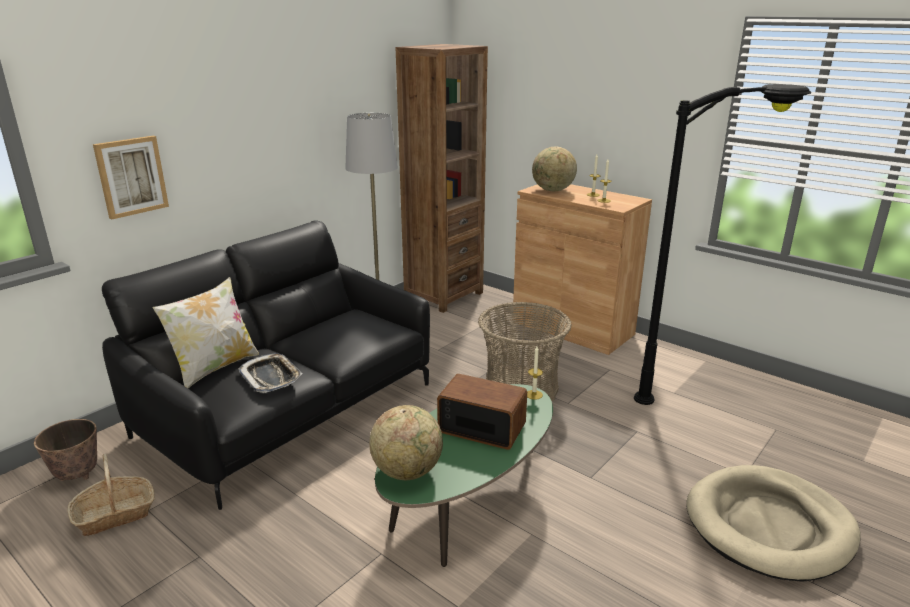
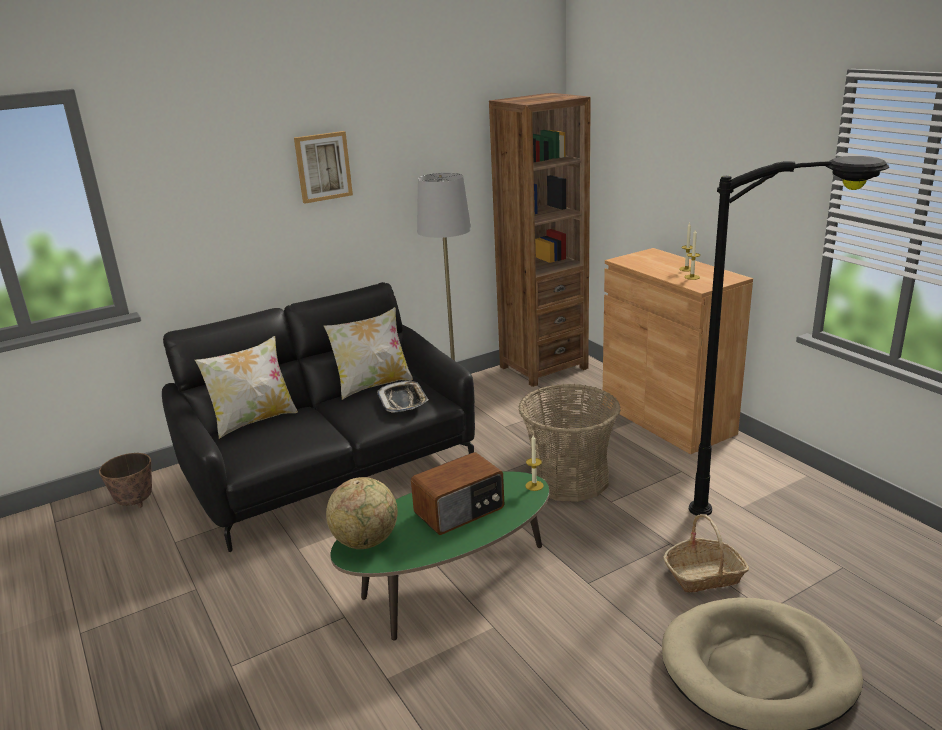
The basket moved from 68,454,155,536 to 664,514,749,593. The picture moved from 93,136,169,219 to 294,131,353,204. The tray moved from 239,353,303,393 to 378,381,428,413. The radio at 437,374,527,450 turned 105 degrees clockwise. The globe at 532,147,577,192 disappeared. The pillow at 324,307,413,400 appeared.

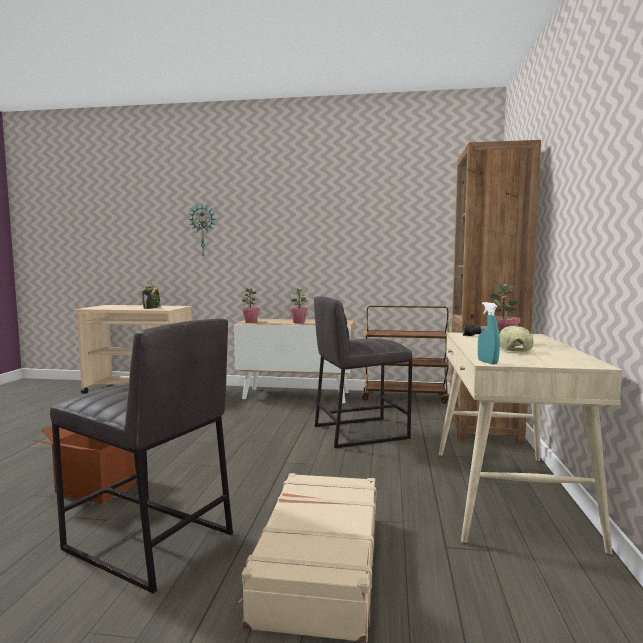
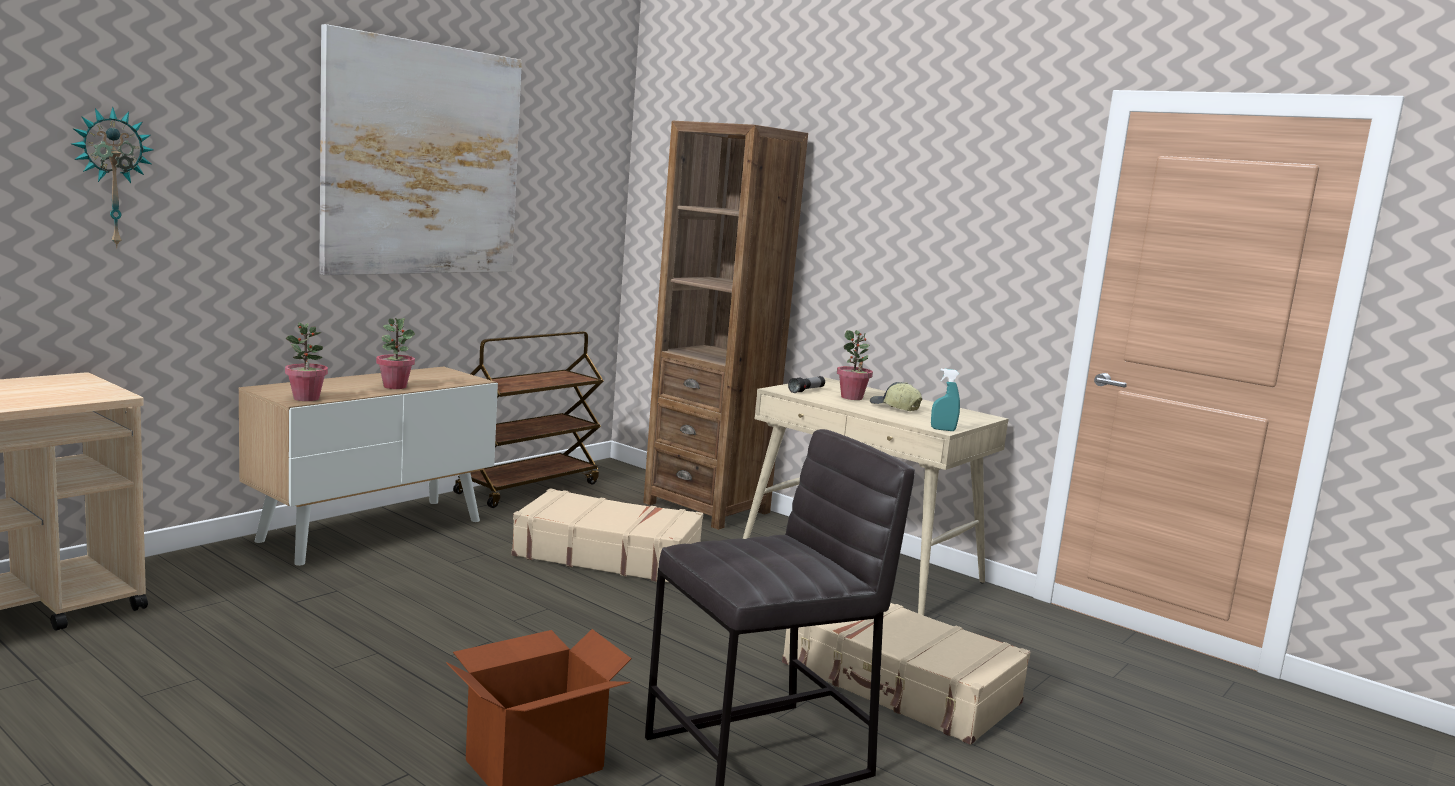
The jar at 141,286,161,309 disappeared. The grey stool at 314,296,412,448 was replaced by the beige suitcase at 511,488,703,582. The picture at 319,24,522,275 appeared.

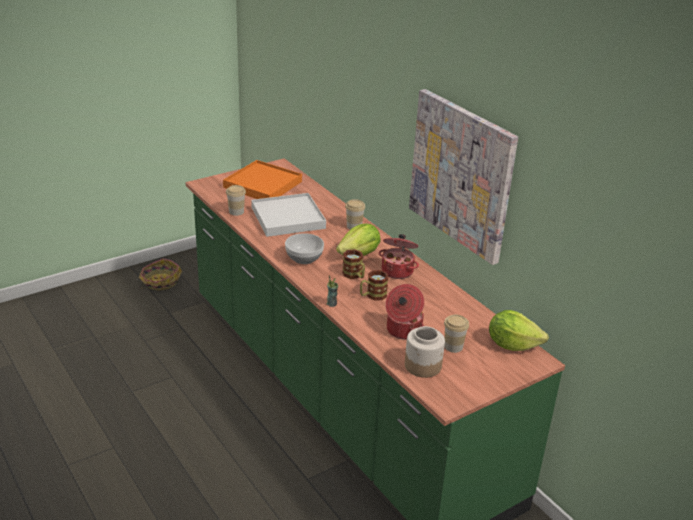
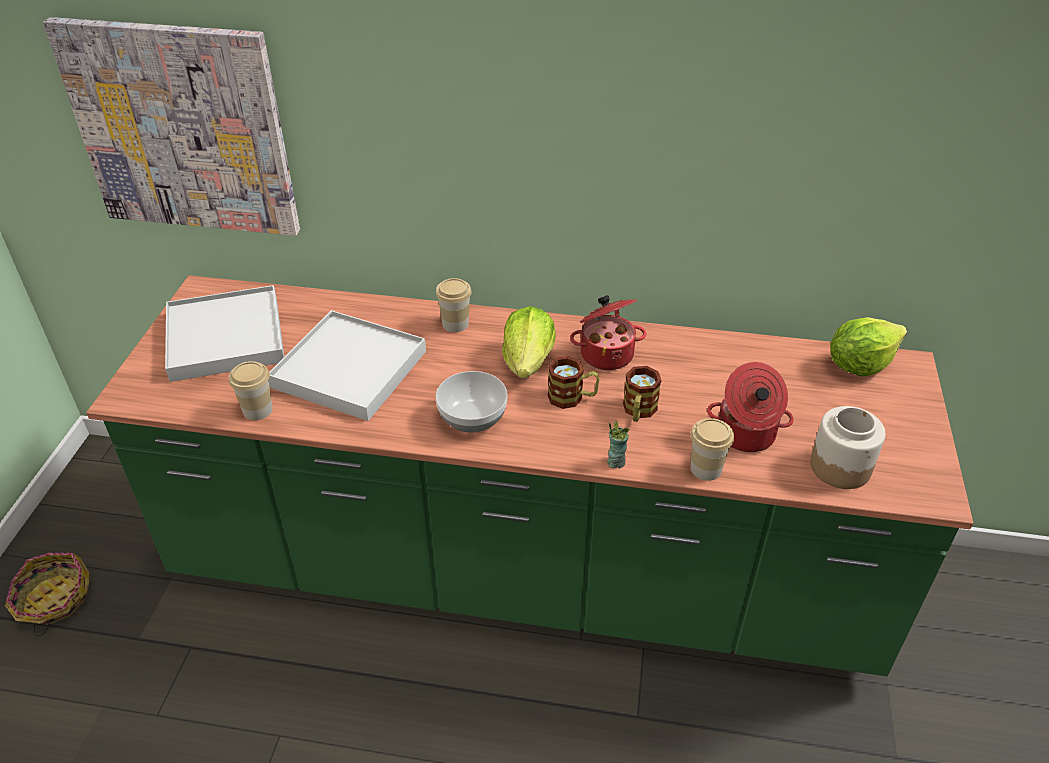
The orange tray at 223,160,302,199 became the white tray at 165,285,284,382. The picture moved from 409,89,518,265 to 43,17,300,236. The cup moved from 444,314,469,353 to 691,418,734,481.

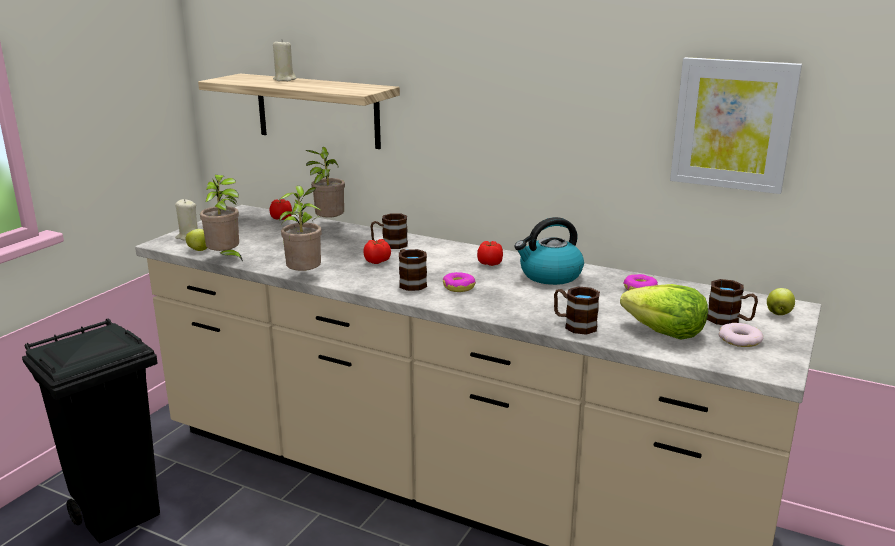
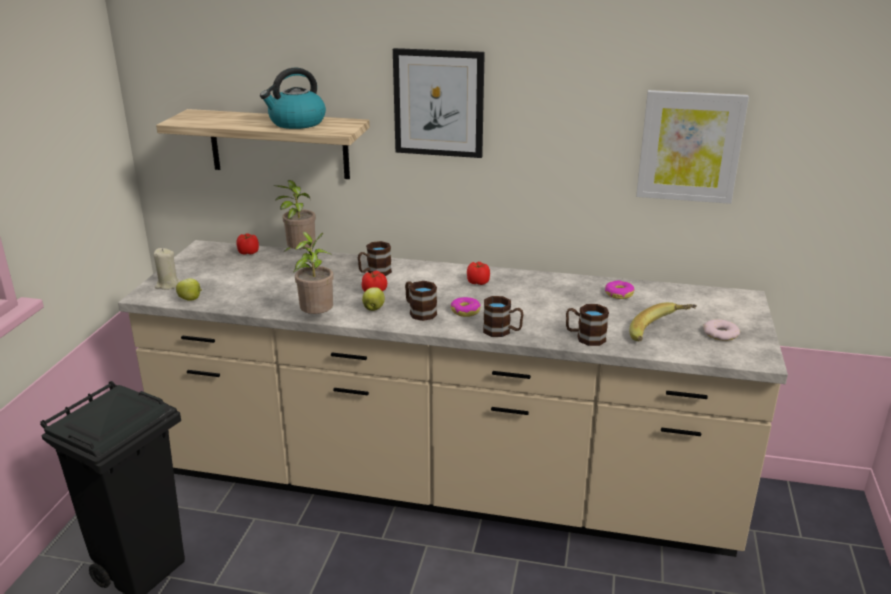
The potted plant at 200,175,243,262 disappeared. The beige candle at 273,40,296,81 disappeared. The kettle moved from 514,217,584,285 to 260,68,326,129. The lettuce at 620,284,708,340 was replaced by the banana at 630,302,697,341. The brown mug moved from 707,279,758,325 to 483,296,524,337. The apple moved from 767,288,795,315 to 362,287,385,311. The picture at 393,48,485,158 appeared.

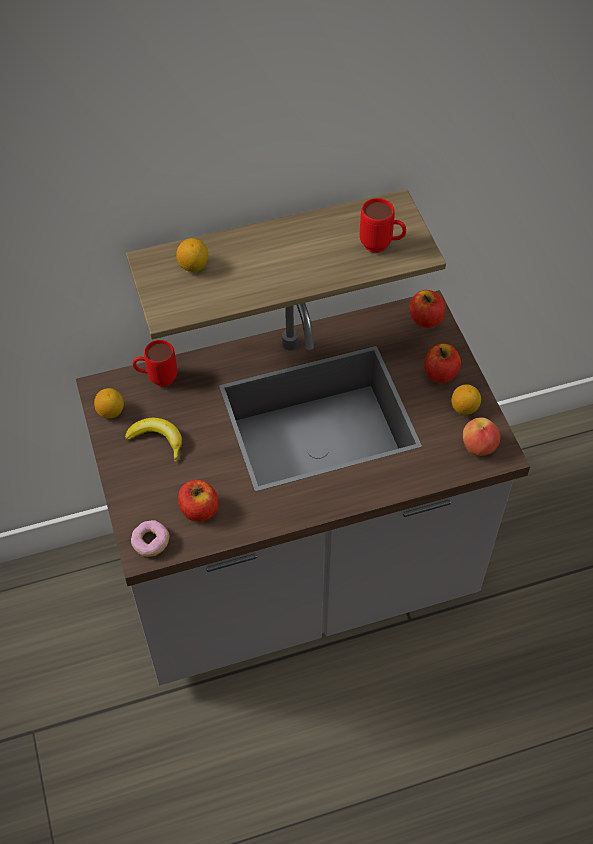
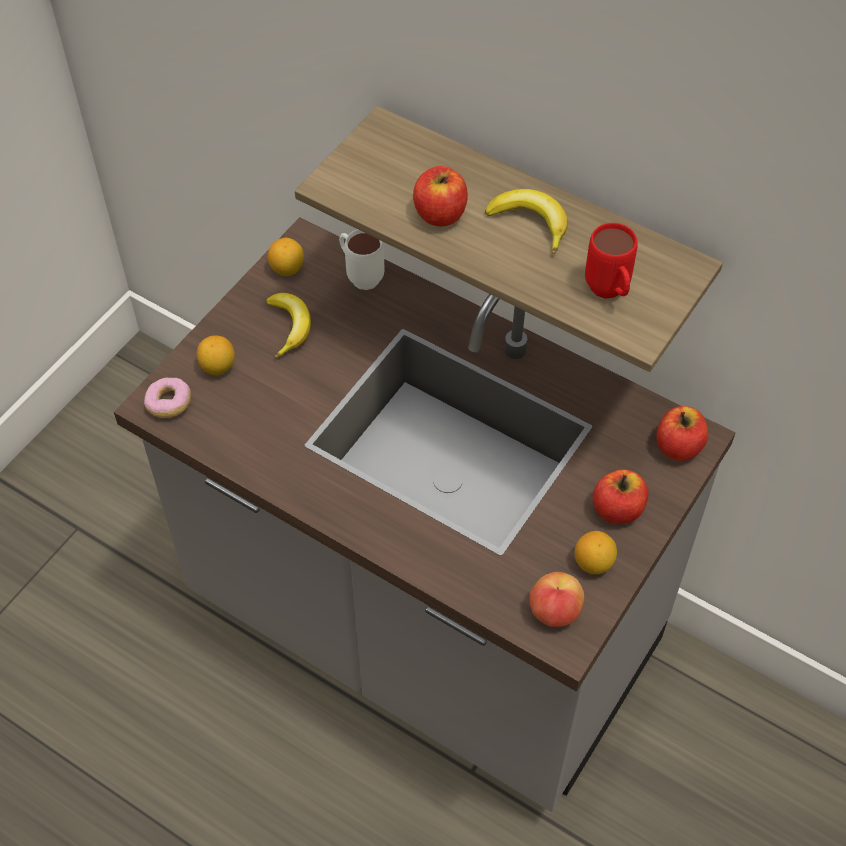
The red mug at 133,340,177,387 became the white mug at 339,229,384,290. The lemon moved from 176,238,208,272 to 197,335,235,375. The apple moved from 178,480,219,522 to 413,166,468,226. The banana at 485,189,568,254 appeared.

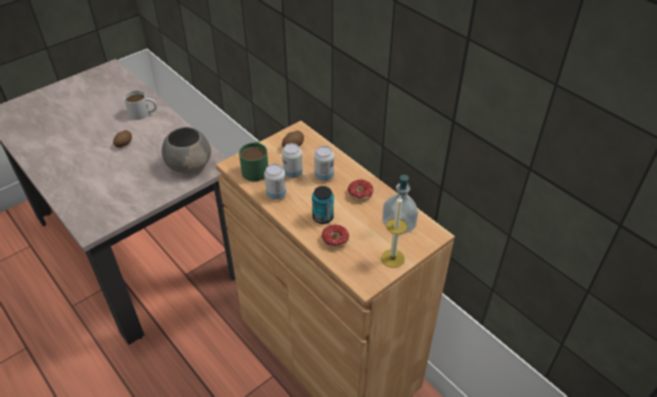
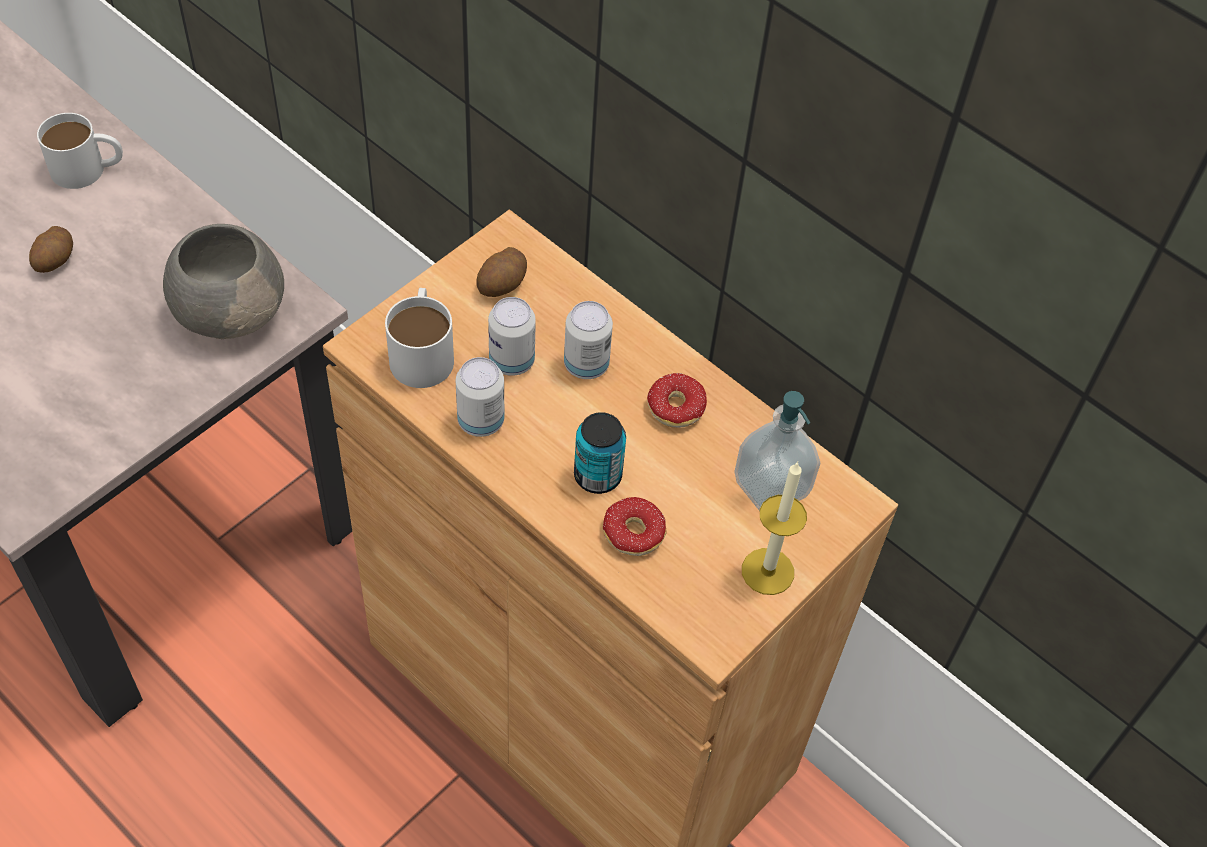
The green mug at 239,141,268,181 became the white mug at 385,288,454,388.

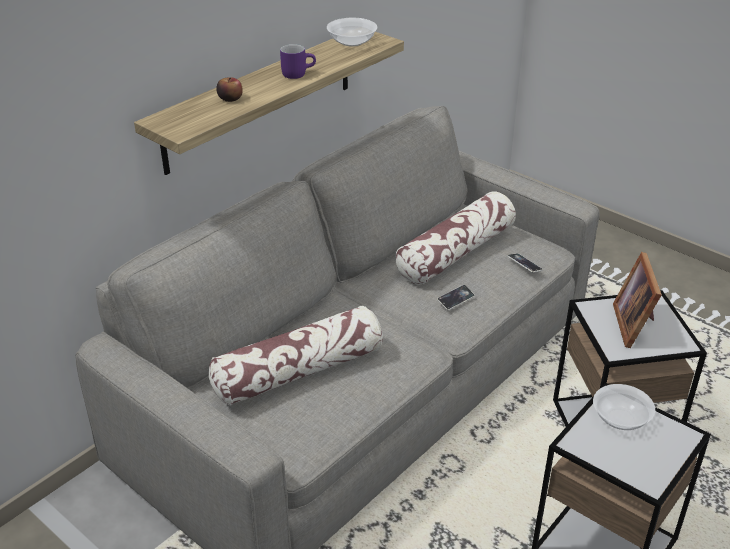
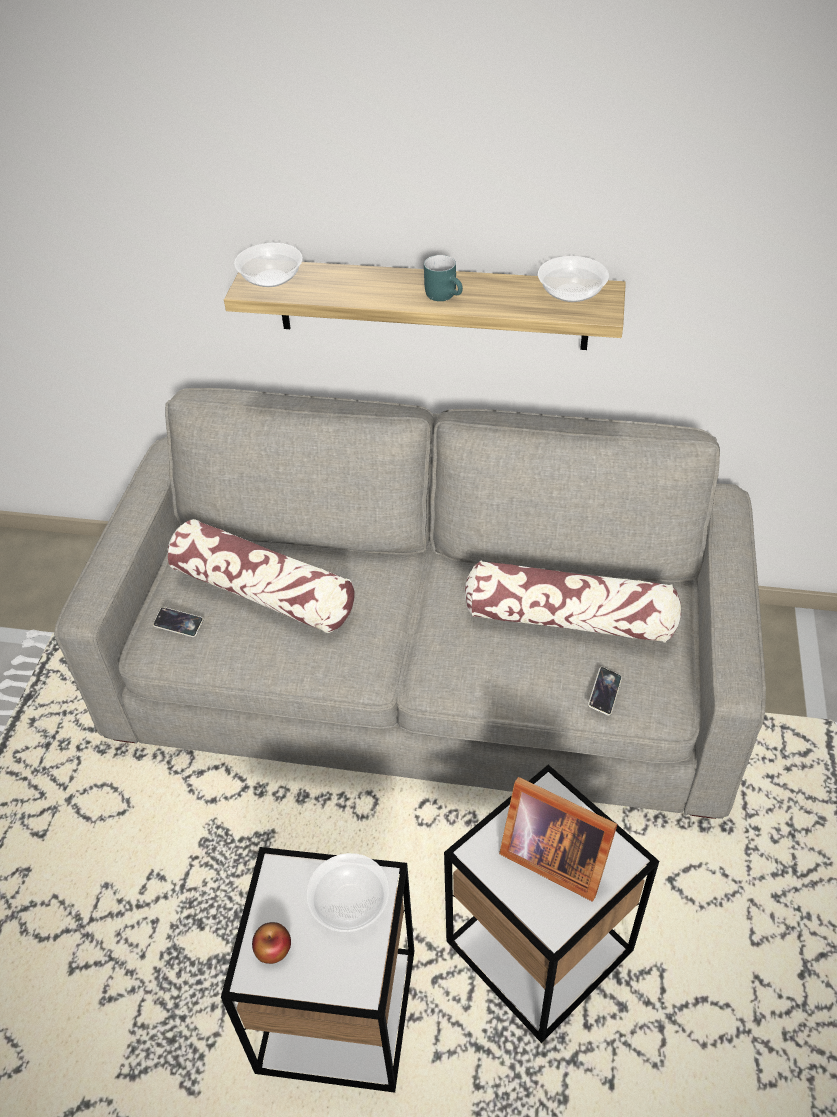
The apple moved from 216,77,243,102 to 252,922,291,964. The purple mug at 280,44,316,79 became the turquoise mug at 424,255,463,301. The phone moved from 437,285,475,310 to 153,607,204,637. The picture frame at 613,252,662,348 turned 120 degrees counterclockwise. The bowl at 234,243,303,287 appeared.

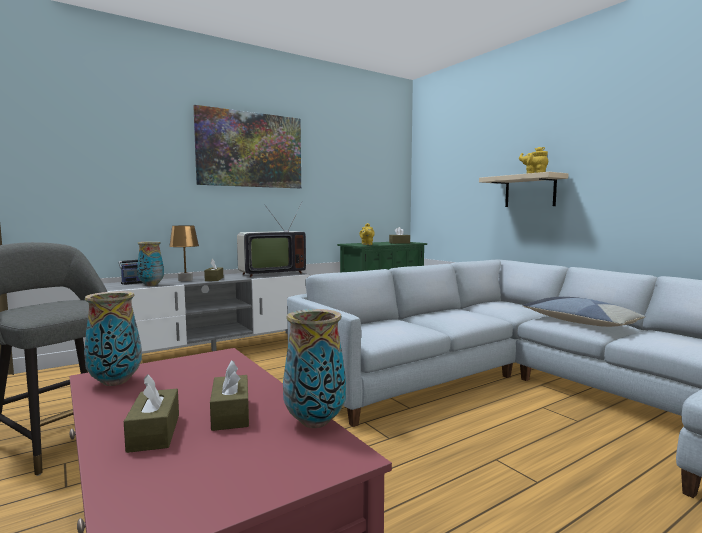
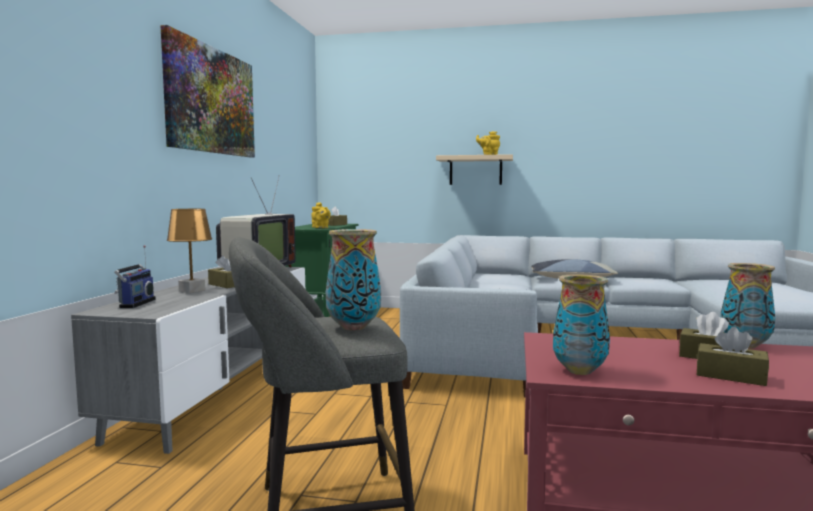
The vase moved from 137,241,164,286 to 326,229,381,330.

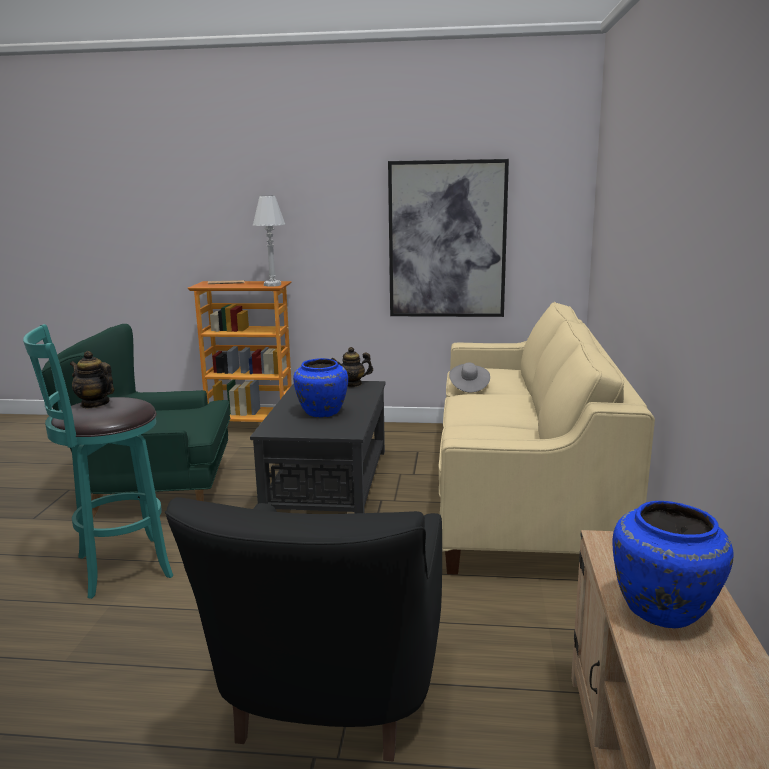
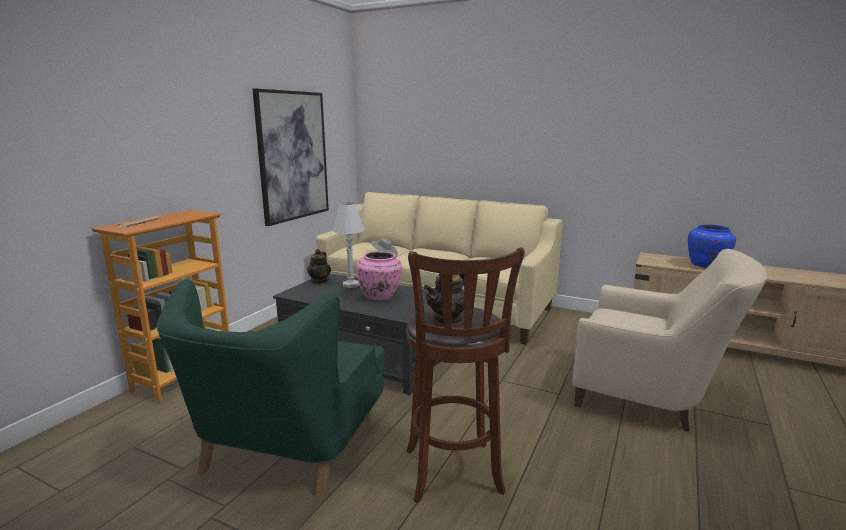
The turquoise stool at 23,324,173,599 became the brown stool at 406,247,525,503. The black armchair at 165,497,442,761 became the beige armchair at 572,249,767,432. The white table lamp moved from 253,196,285,287 to 333,203,364,288. The blue vase at 293,358,348,417 became the pink vase at 356,252,402,301.

